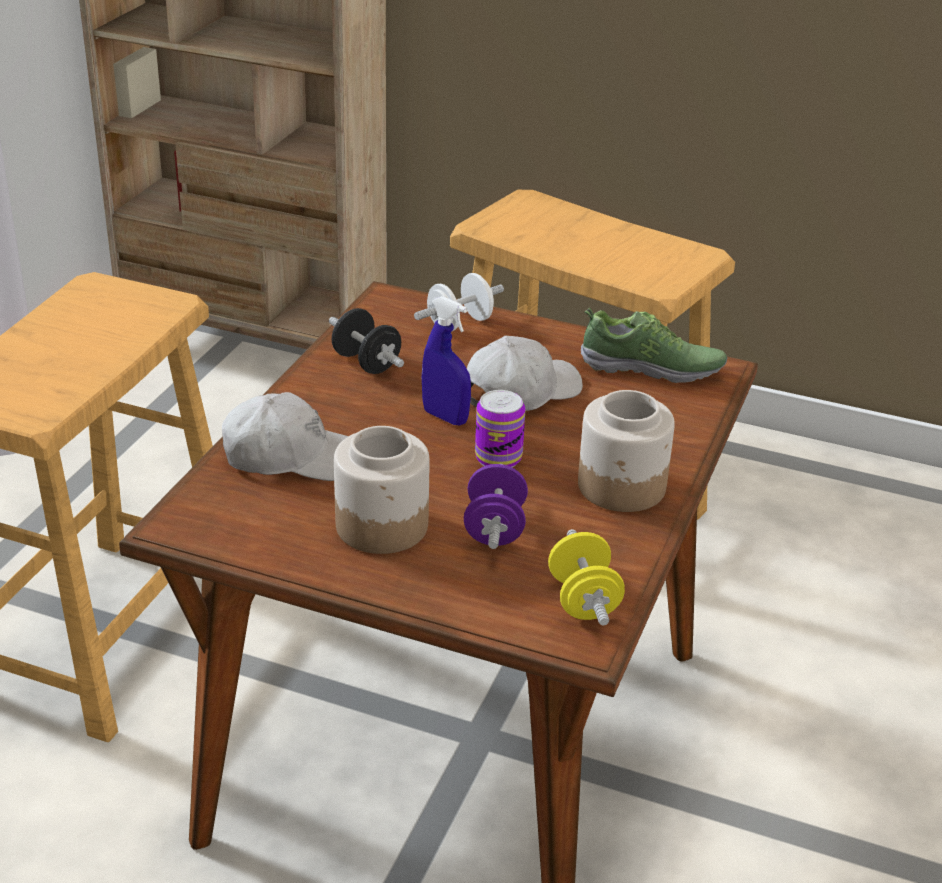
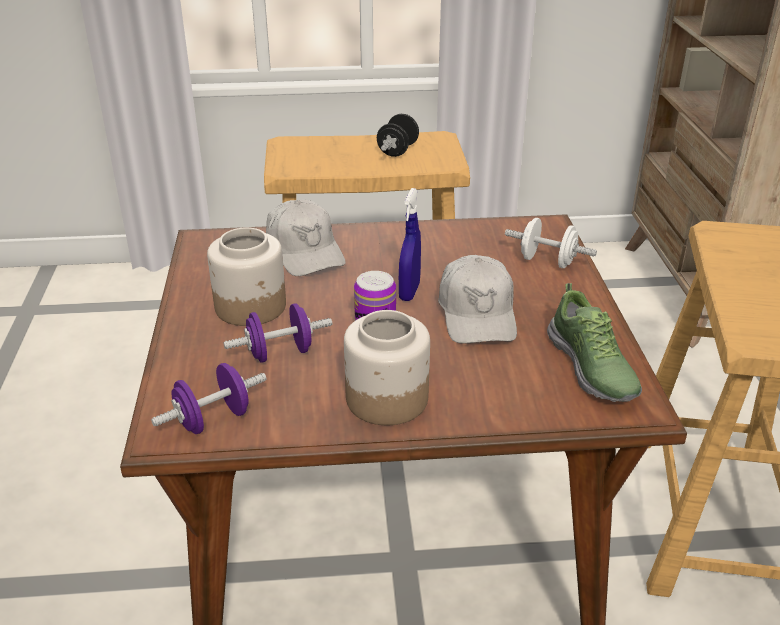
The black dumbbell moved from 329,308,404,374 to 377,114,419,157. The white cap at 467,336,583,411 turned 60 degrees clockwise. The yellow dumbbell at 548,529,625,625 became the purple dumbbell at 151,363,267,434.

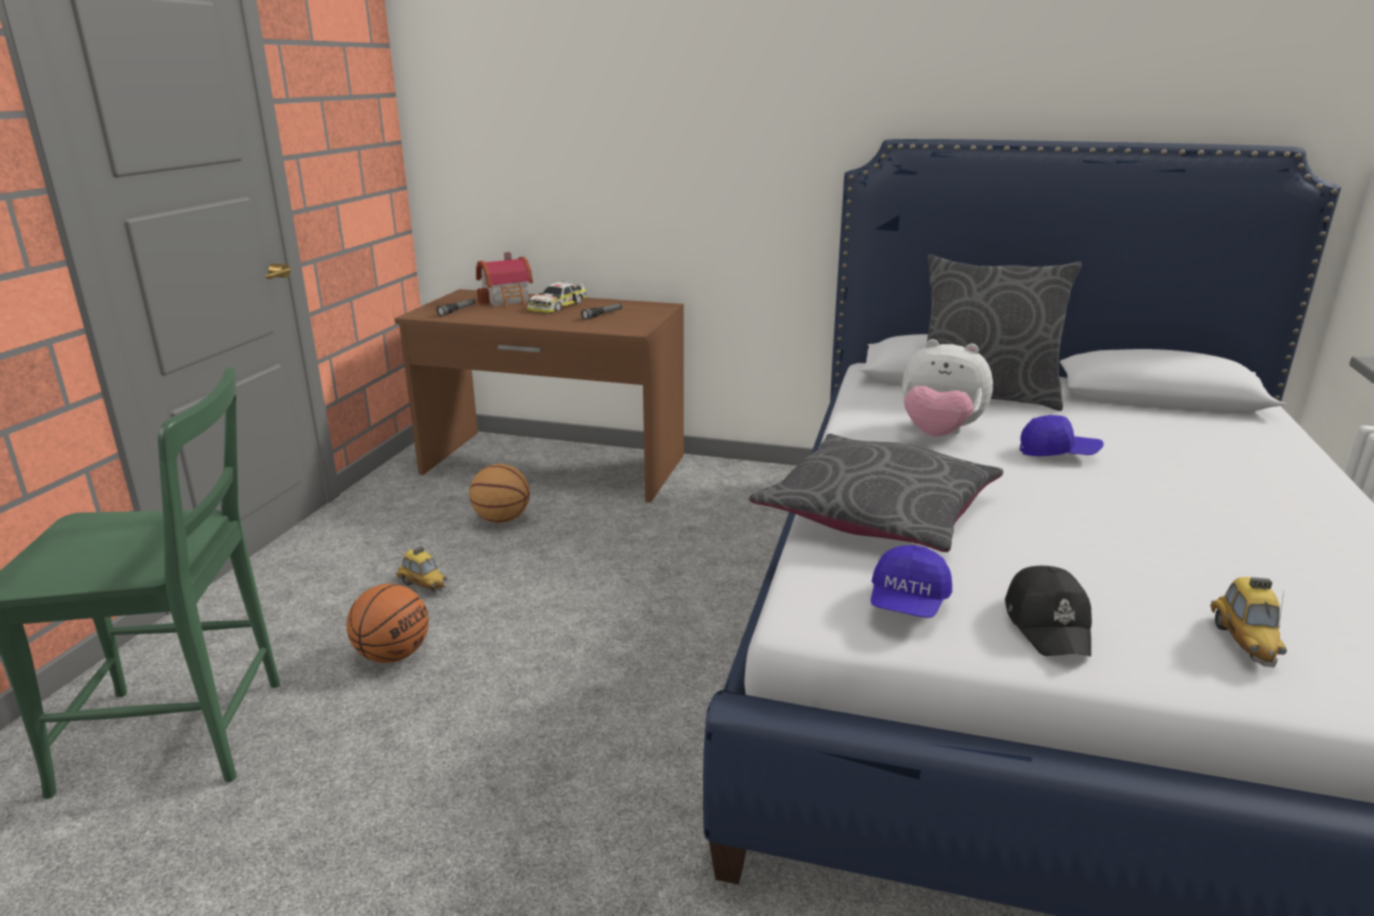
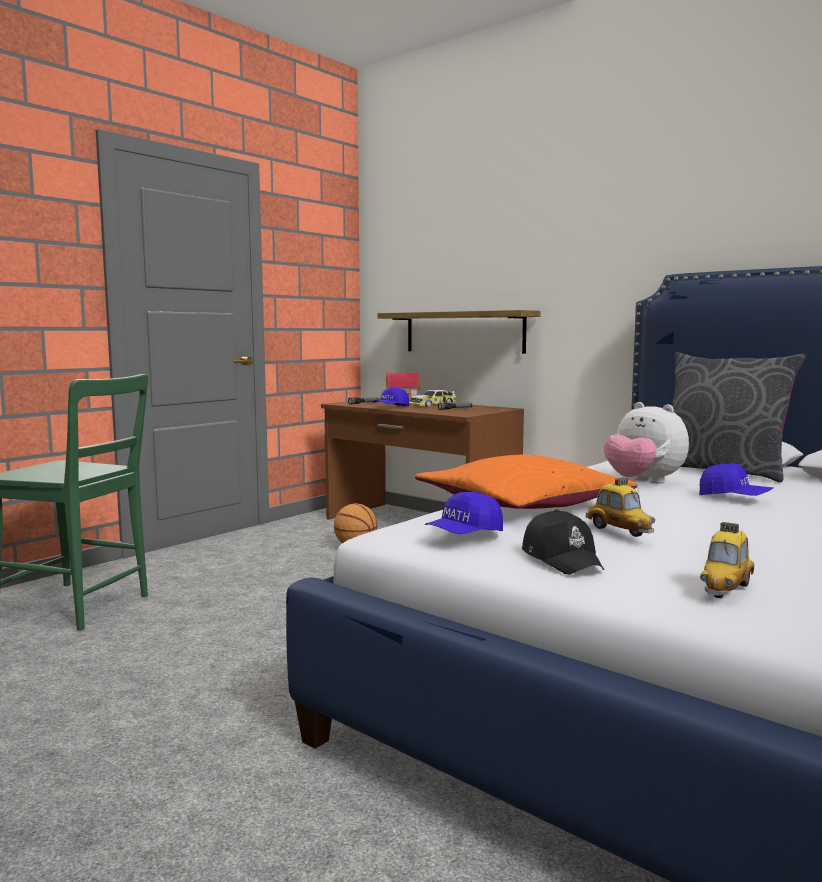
The basketball at 347,584,429,663 disappeared. The toy car moved from 396,546,447,592 to 585,478,655,537. The grey pillow at 749,434,1003,552 became the orange pillow at 415,455,637,509. The black cap at 1005,566,1092,657 turned 45 degrees counterclockwise. The blue cap at 372,387,409,407 appeared. The shelf at 377,310,541,354 appeared.

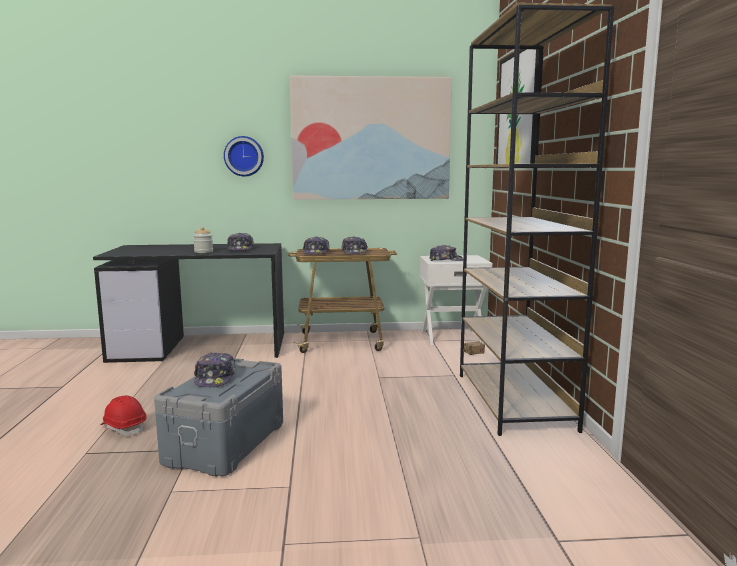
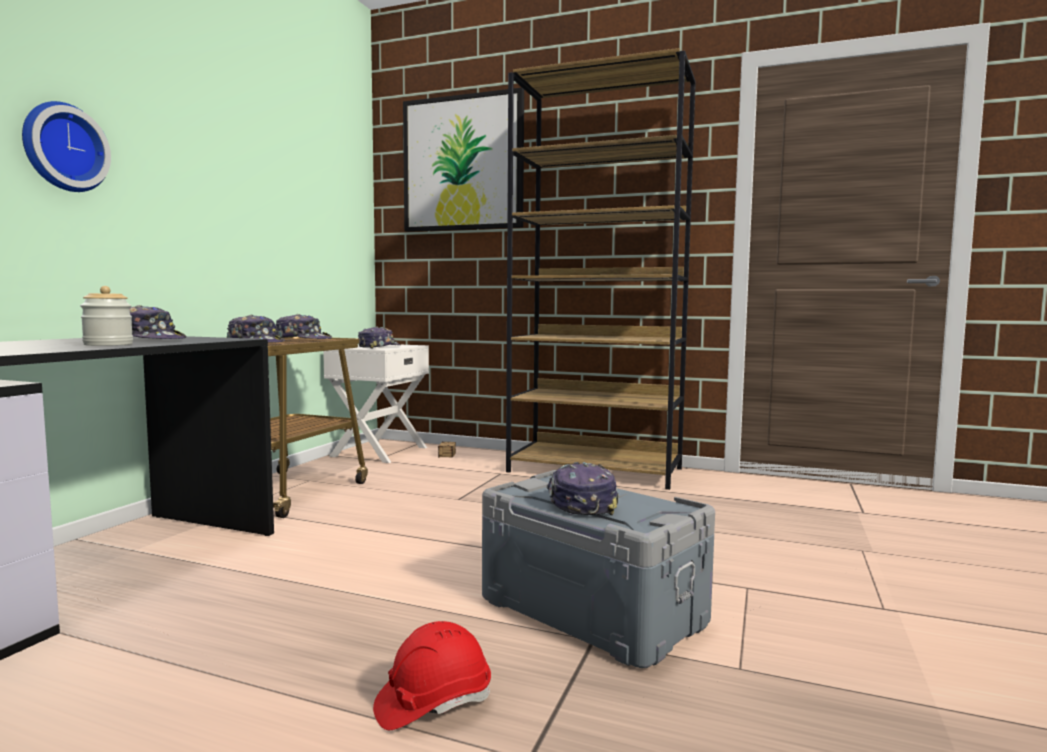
The cap at 194,352,236,387 turned 120 degrees counterclockwise. The picture at 290,76,452,200 disappeared.

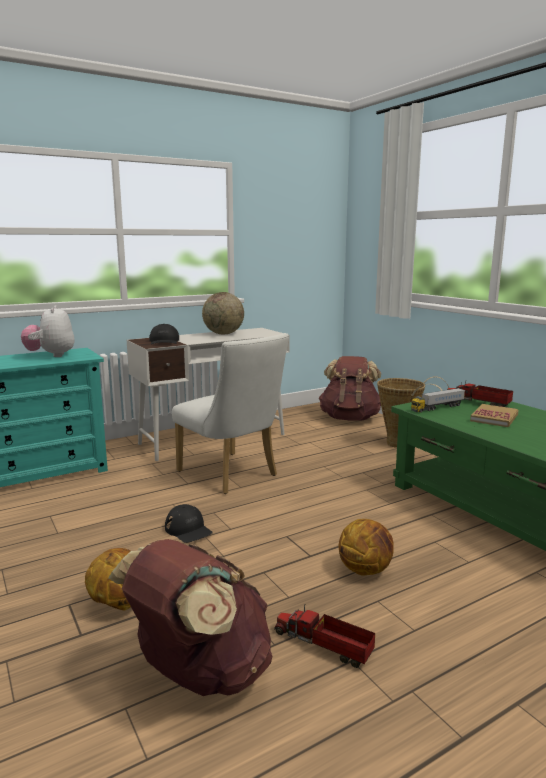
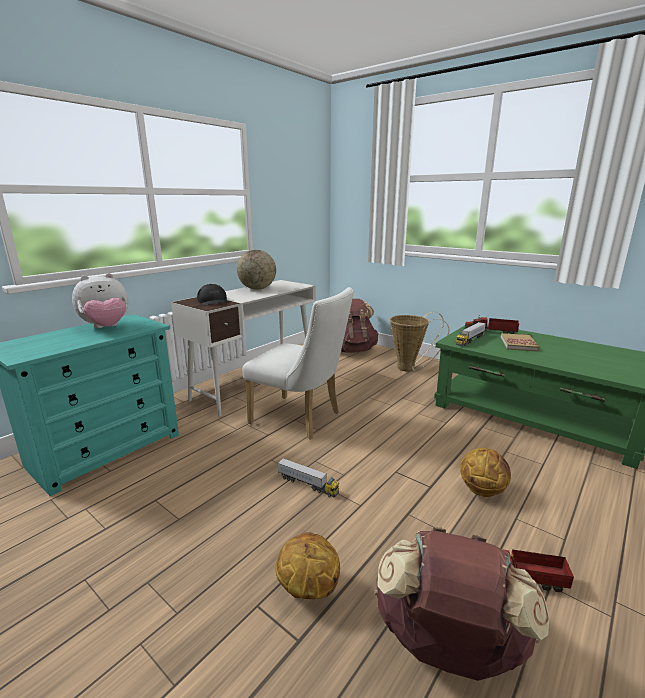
The plush toy at 21,305,74,357 turned 90 degrees counterclockwise. The black cap at 165,504,213,543 was replaced by the toy truck at 277,458,339,497.

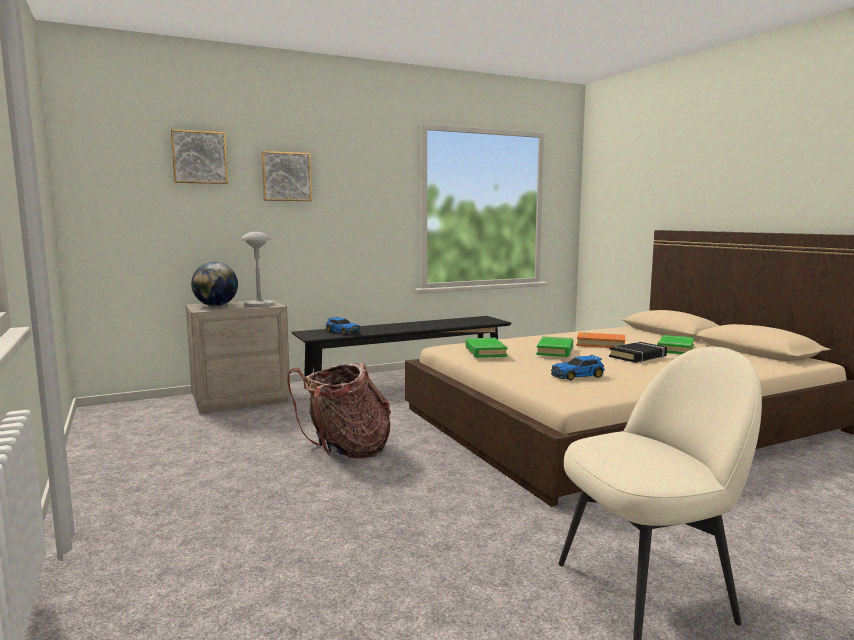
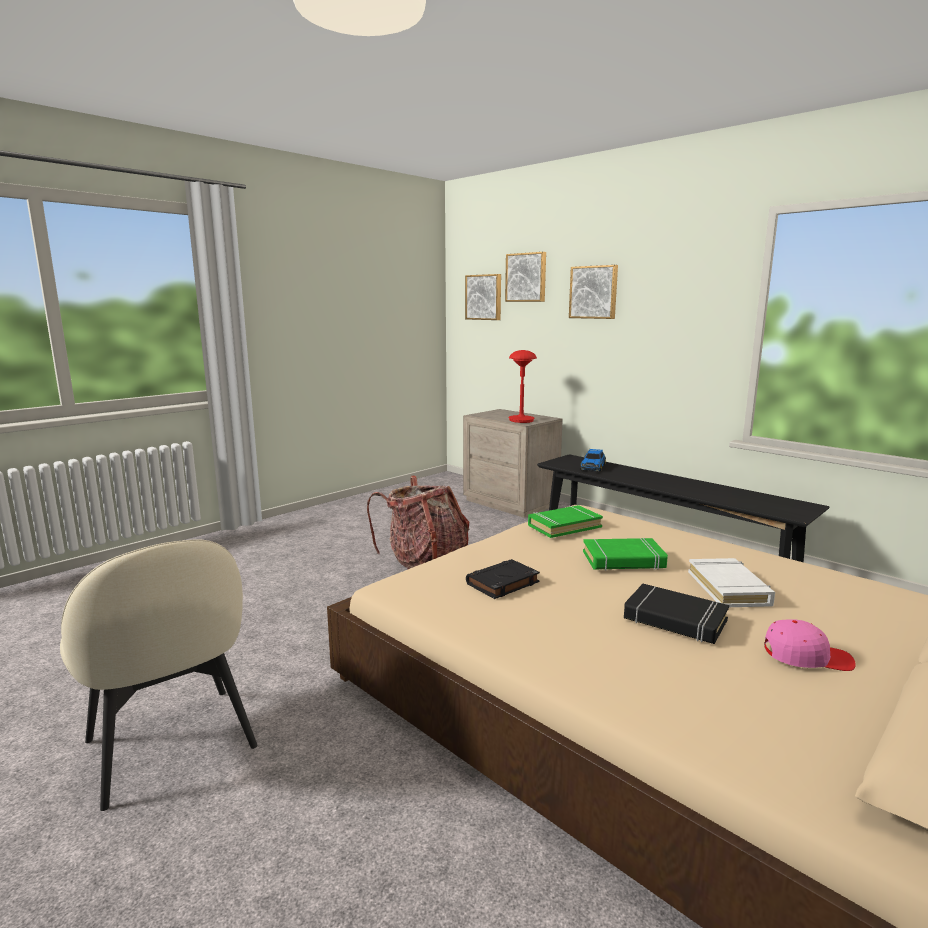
The globe at 191,262,238,306 disappeared. The grey table lamp at 241,232,274,307 became the red table lamp at 509,350,537,423. The toy car at 551,355,605,380 was replaced by the black book at 466,559,540,599. The orange book at 577,332,625,348 became the white book at 688,558,775,607. The green book at 657,335,694,354 was replaced by the pink cap at 764,619,856,671. The picture at 465,274,501,320 appeared.

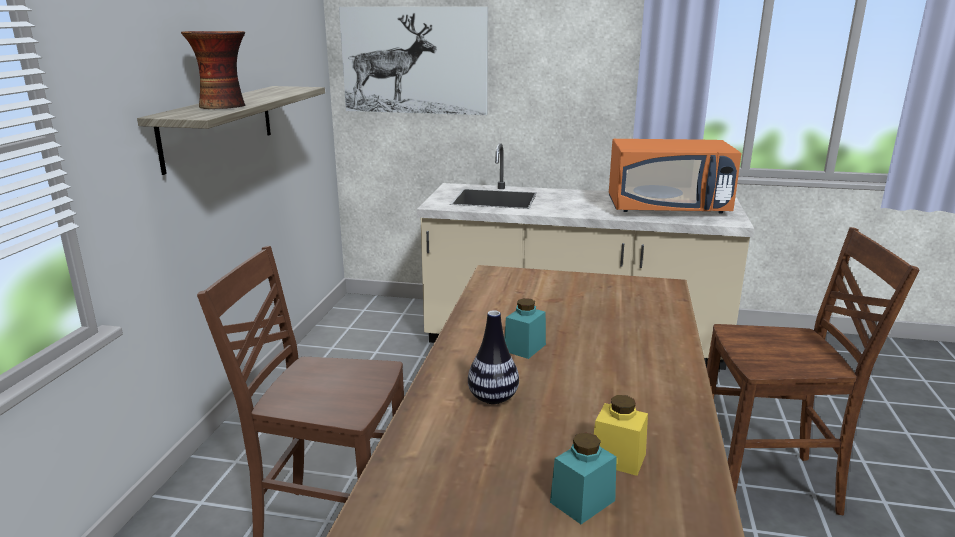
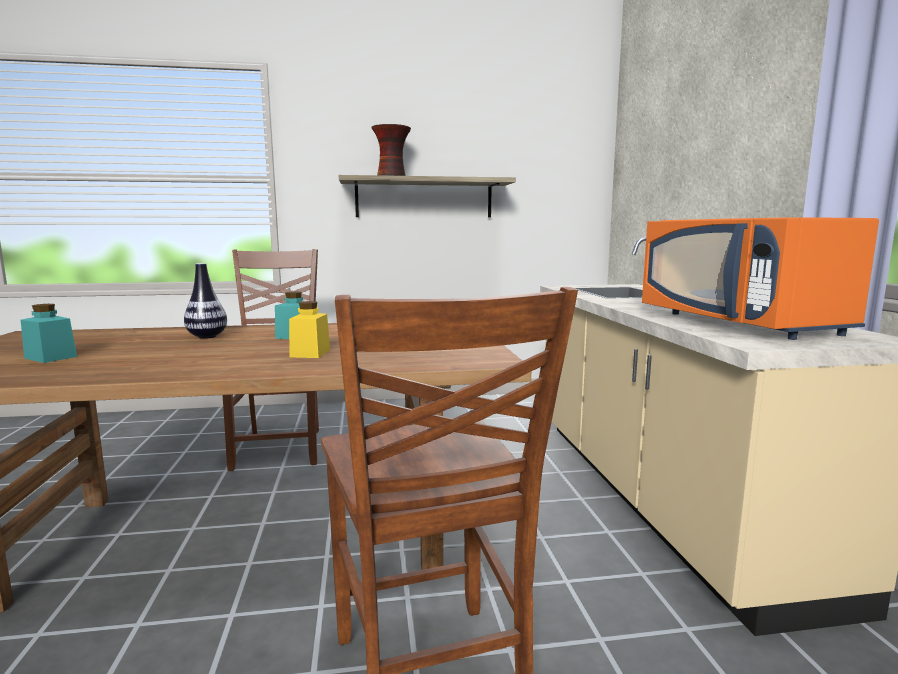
The picture at 339,7,488,115 disappeared. The yellow jar moved from 594,395,648,476 to 289,301,330,358.

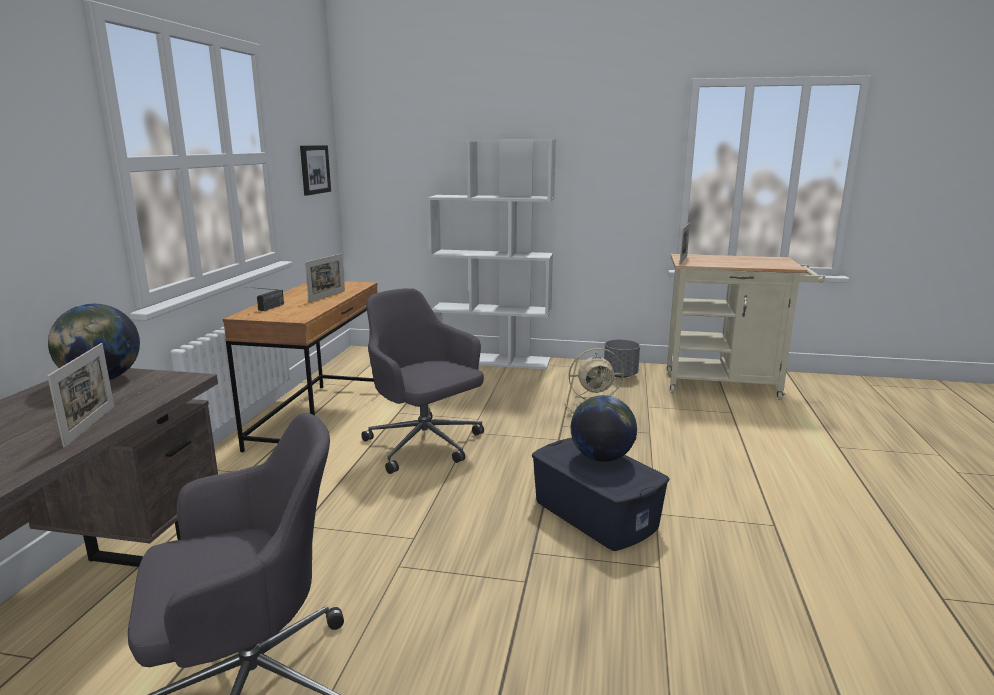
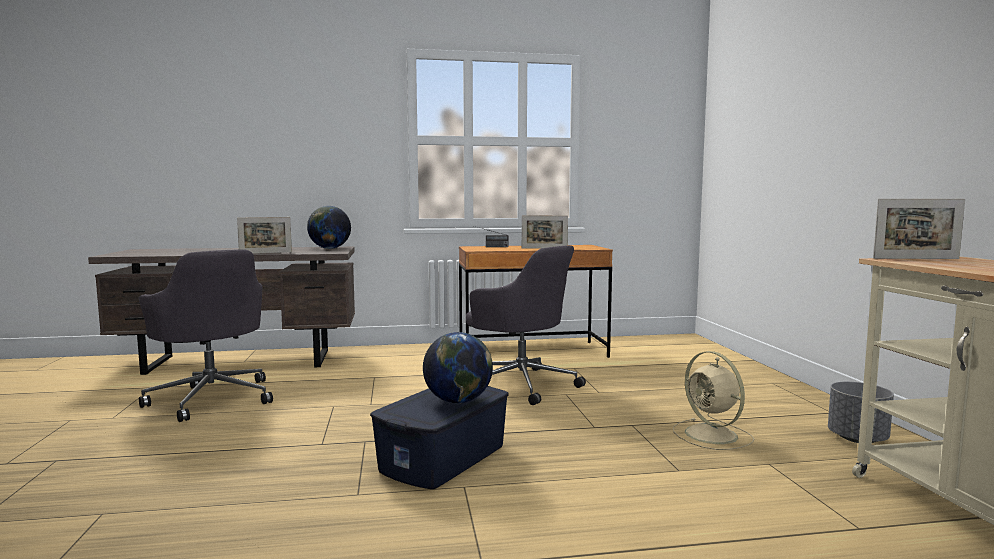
The picture at 300,145,331,196 disappeared. The grey office chair at 361,288,484,474 turned 105 degrees clockwise. The white bookcase at 425,139,556,370 disappeared.

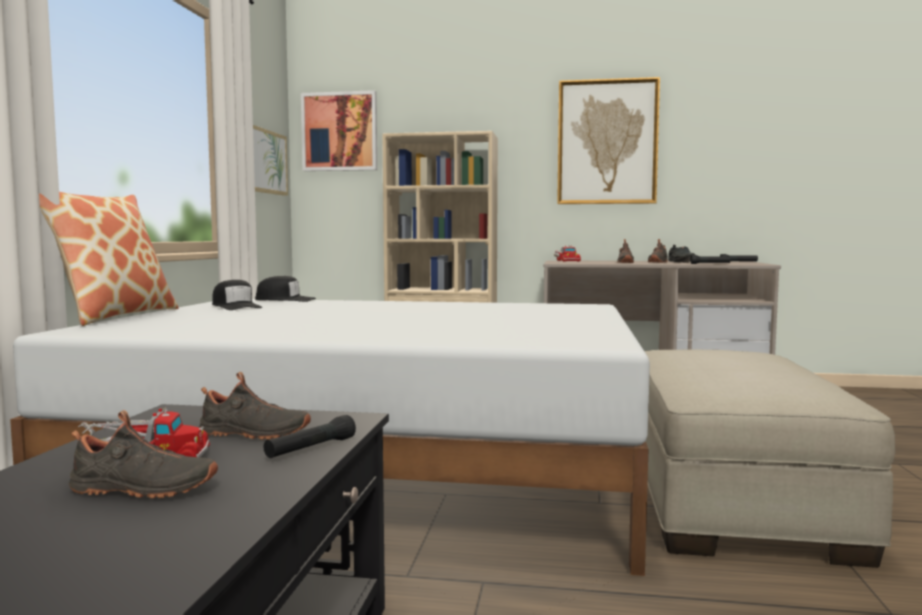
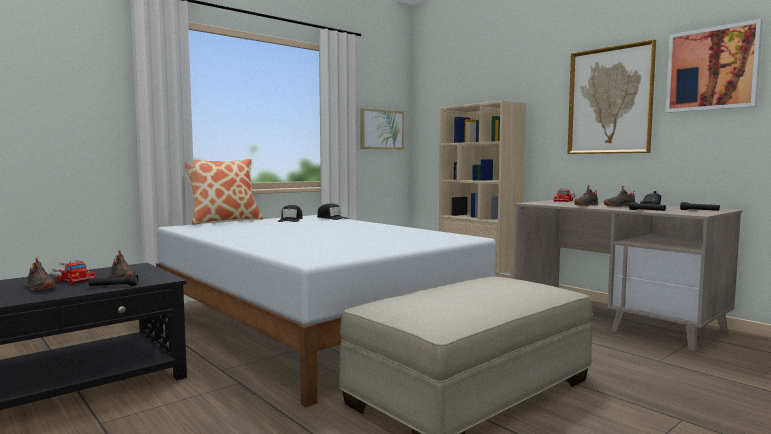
The picture moved from 301,90,377,171 to 665,19,763,113.

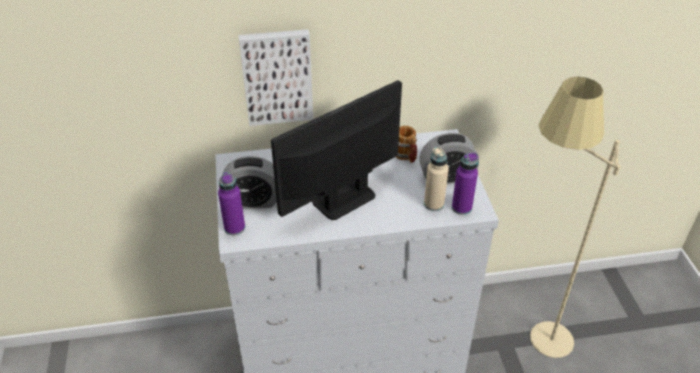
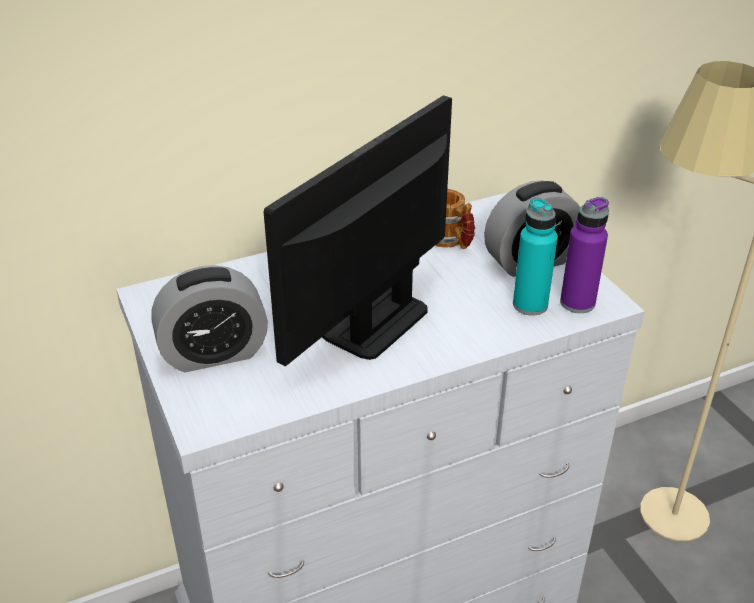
The purple bottle at 218,172,245,235 disappeared. The picture at 238,29,313,126 disappeared. The beige bottle at 424,147,449,211 became the turquoise bottle at 513,197,558,316.

